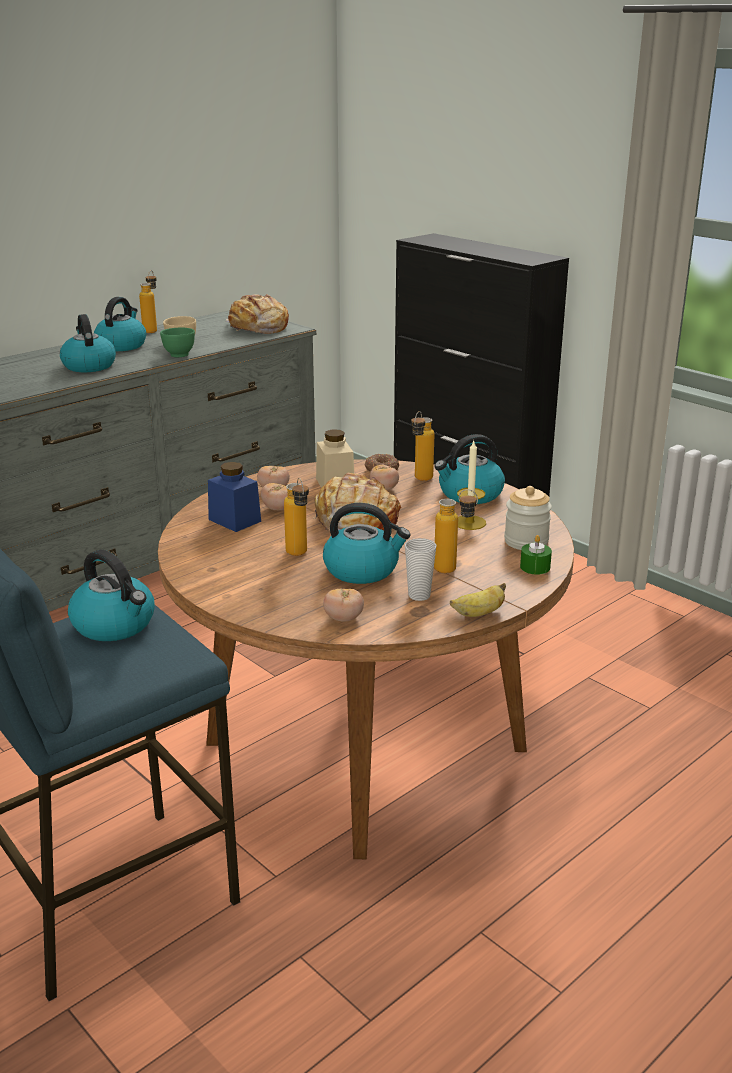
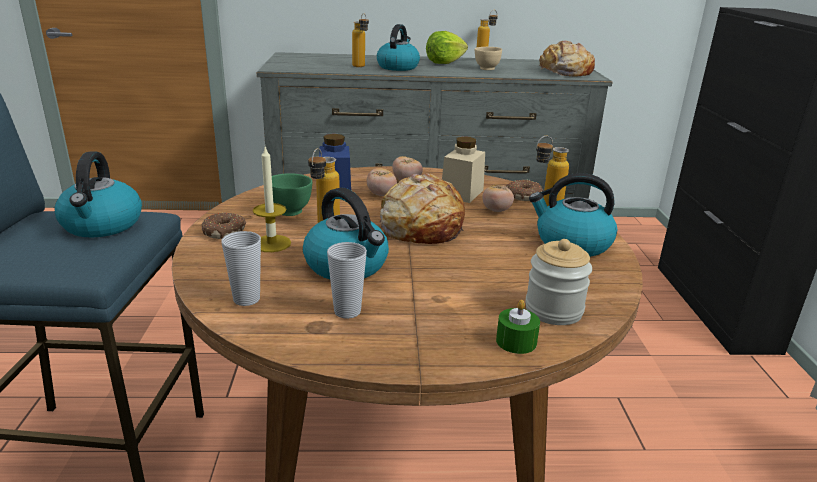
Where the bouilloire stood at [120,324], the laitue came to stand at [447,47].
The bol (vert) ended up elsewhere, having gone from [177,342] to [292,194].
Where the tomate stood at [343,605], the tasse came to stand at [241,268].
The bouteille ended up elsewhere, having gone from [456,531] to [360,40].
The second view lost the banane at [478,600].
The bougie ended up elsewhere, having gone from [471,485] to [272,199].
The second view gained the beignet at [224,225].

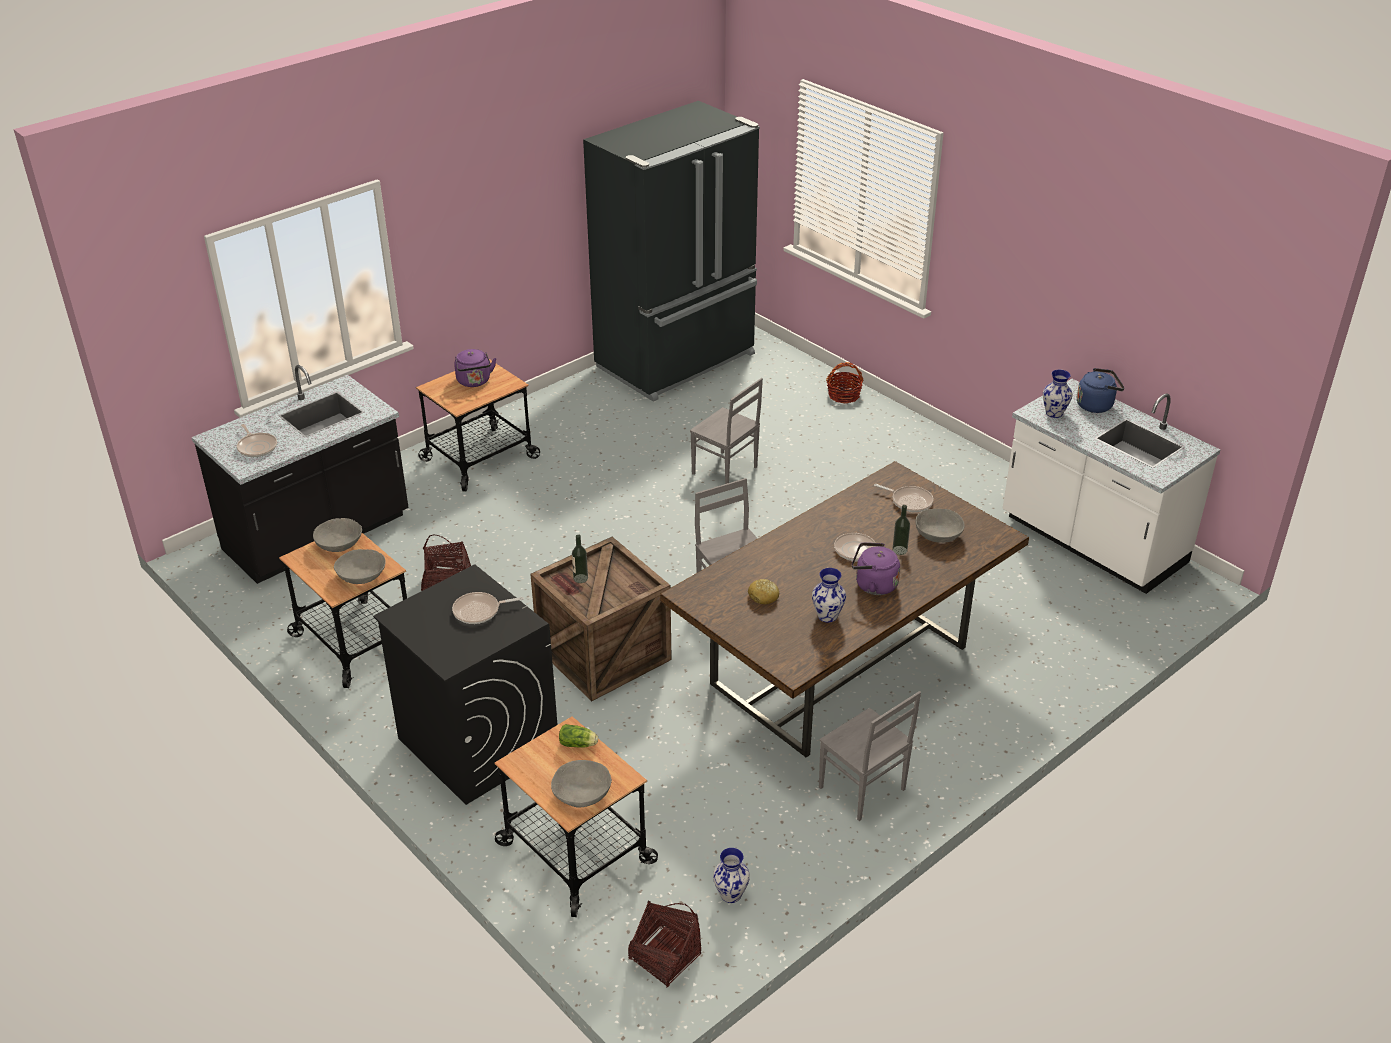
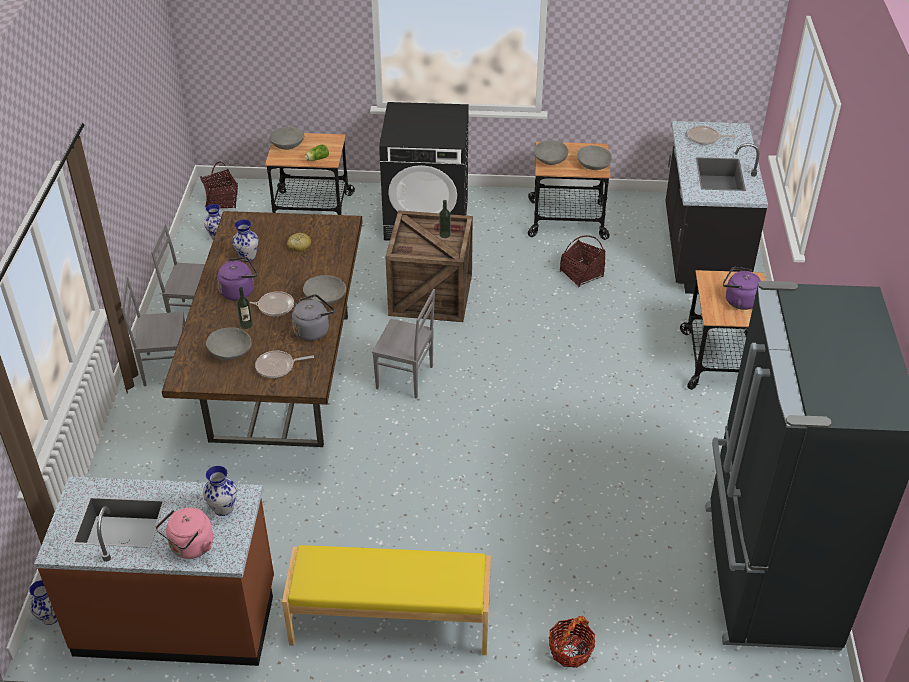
The second view lost the poêle at [488,608].
The chaise (gris) ended up elsewhere, having gone from [726,431] to [153,331].
What was the comptoir de cuisine (blanc) at [1111,486] turned into the comptoir de cuisine (marron) at [154,571].
What was the bouilloire (bleu) at [1100,390] turned into the bouilloire (rose) at [184,533].
The second view gained the vase at [43,602].
The second view gained the banc (jaune) at [386,600].
The second view gained the bouilloire (gris) at [313,317].
The second view gained the bol (gris) at [324,290].

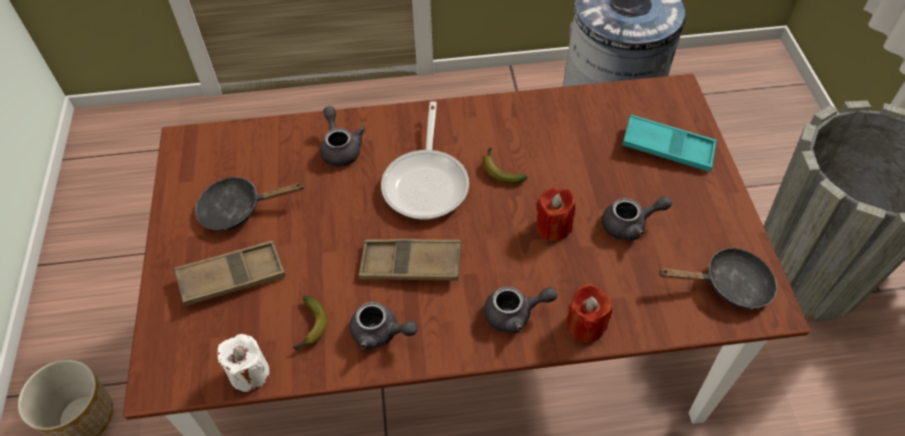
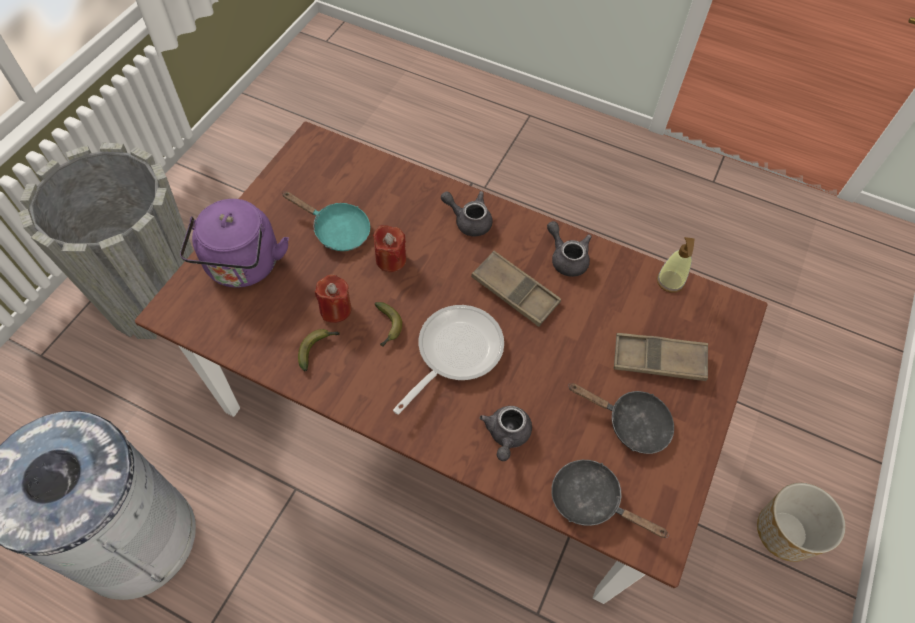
Where the bougie (blanc) stood at [243,363], the distributeur de savon came to stand at [675,265].
The banane ended up elsewhere, having gone from [310,323] to [319,350].
The bougie (rouge) ended up elsewhere, having gone from [589,313] to [333,299].
Where the théière (gris) stood at [637,218], the poêle (turquoise) came to stand at [326,221].
Where the plateau (turquoise) stood at [669,143], the bouilloire (violet) came to stand at [234,243].
The poêle (noir) ended up elsewhere, having gone from [717,278] to [610,499].

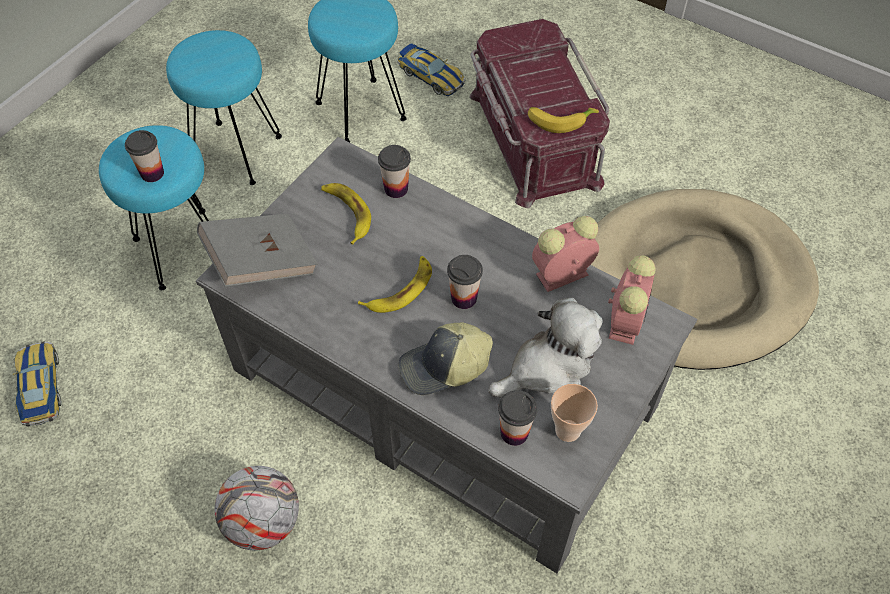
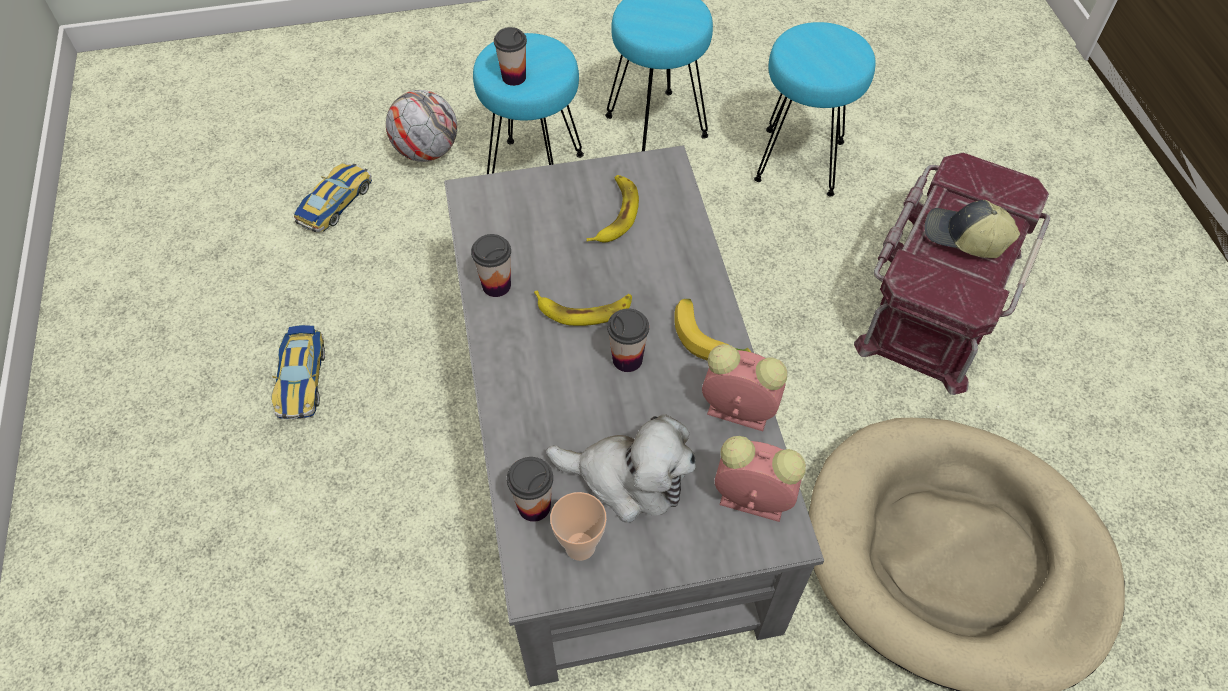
The second view lost the livre (gris) at [257,250].
The ballon de foot ended up elsewhere, having gone from [257,508] to [421,126].
The tasse ended up elsewhere, having gone from [394,171] to [491,265].
The petite voiture ended up elsewhere, having gone from [431,69] to [298,372].
The casquette ended up elsewhere, having gone from [446,358] to [972,229].
The banane ended up elsewhere, having gone from [563,120] to [712,330].
The réveil at [631,300] ended up facing another way, 135 degrees counterclockwise from before.

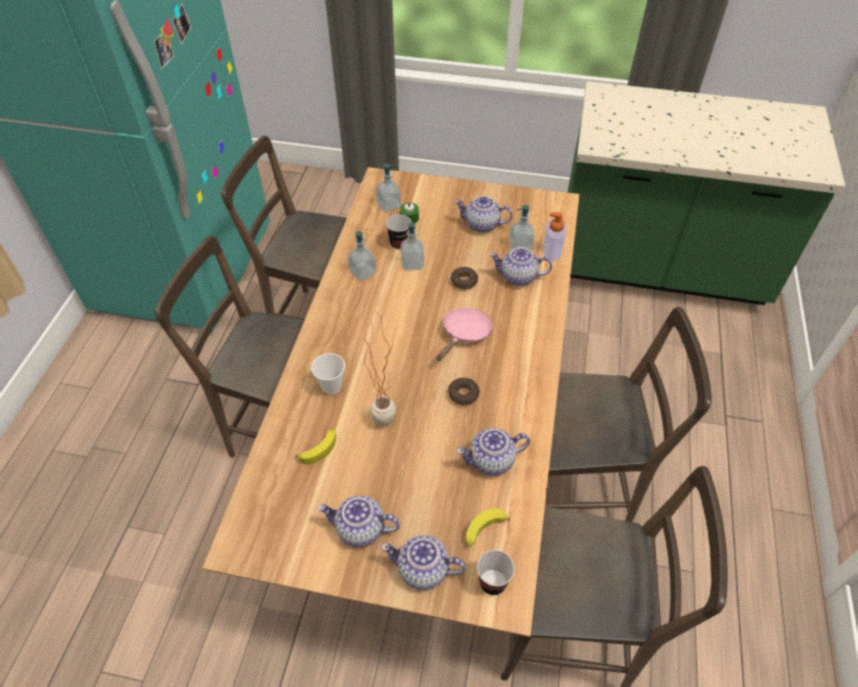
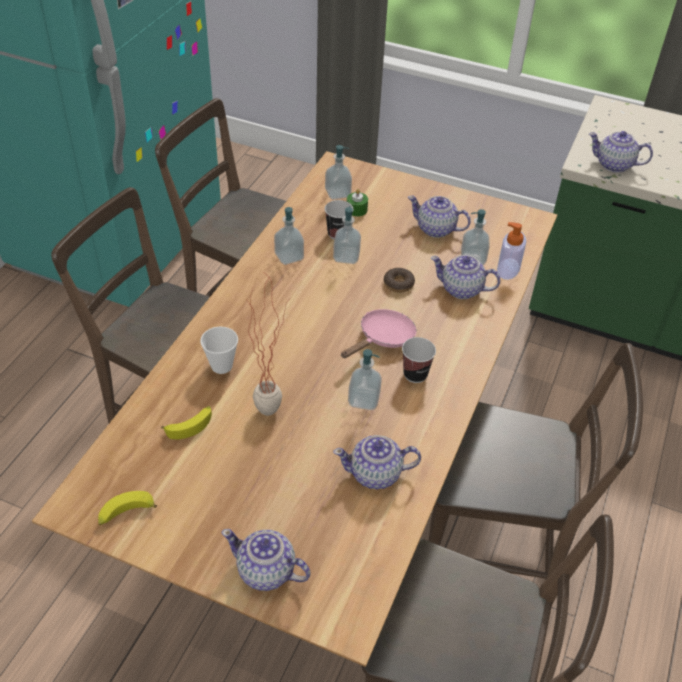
The théière ended up elsewhere, having gone from [358,521] to [621,152].
Where the beignet stood at [463,391], the distributeur de savon came to stand at [365,379].
The banane ended up elsewhere, having gone from [488,527] to [127,508].
The tasse ended up elsewhere, having gone from [495,572] to [419,360].

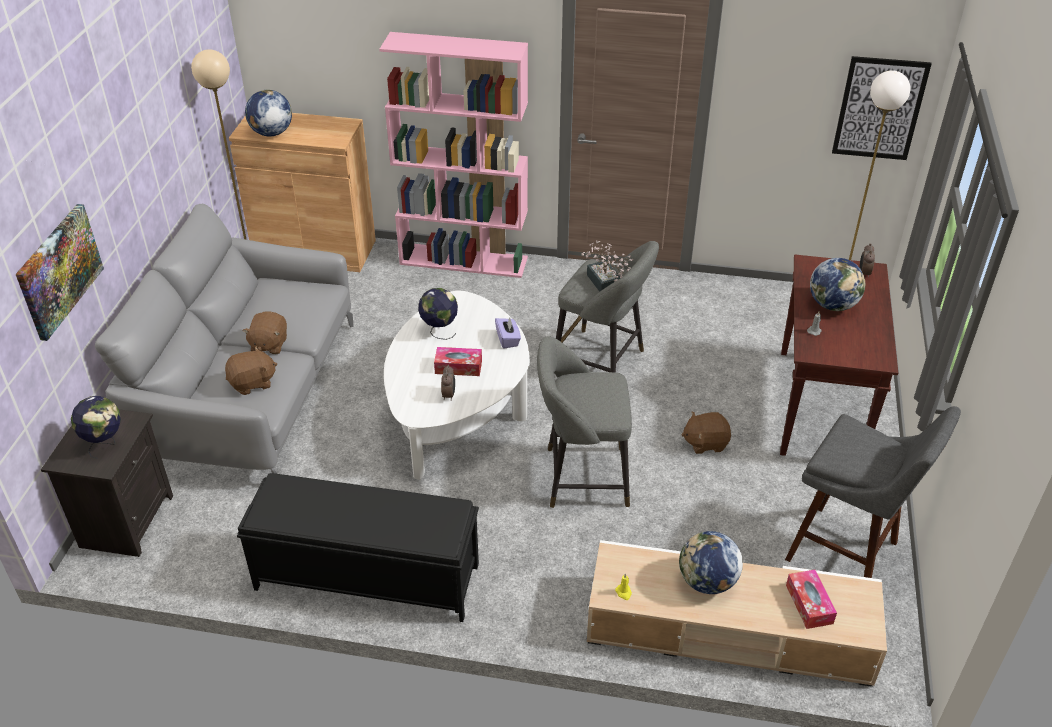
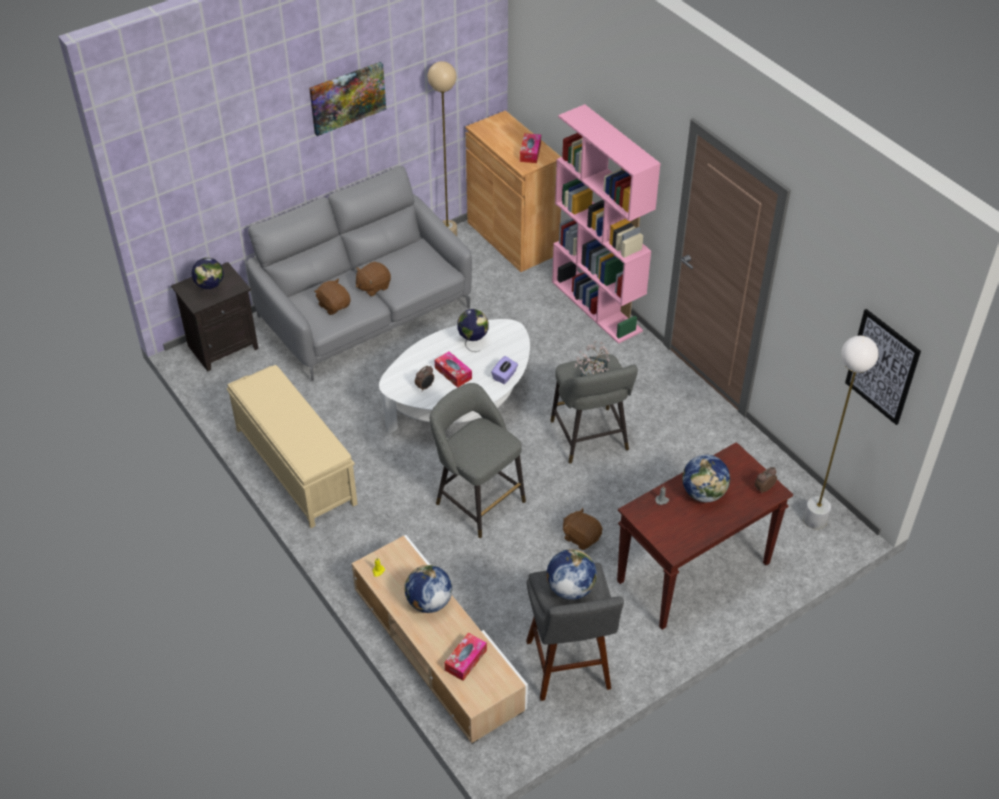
The tableau ended up elsewhere, having gone from [60,272] to [347,99].
The peluche (marron) at [251,370] ended up facing another way, 150 degrees counterclockwise from before.
What was the banc (noir) at [358,547] turned into the banc (beige) at [292,446].
The globe ended up elsewhere, having gone from [268,113] to [571,574].
The second view gained the boîte à mouchoirs at [530,148].

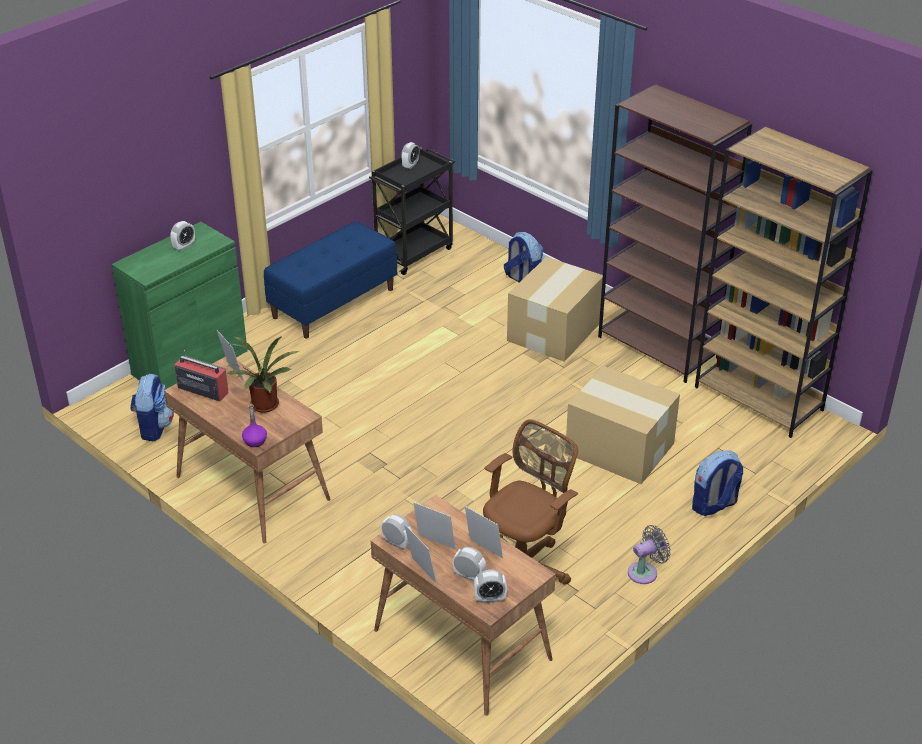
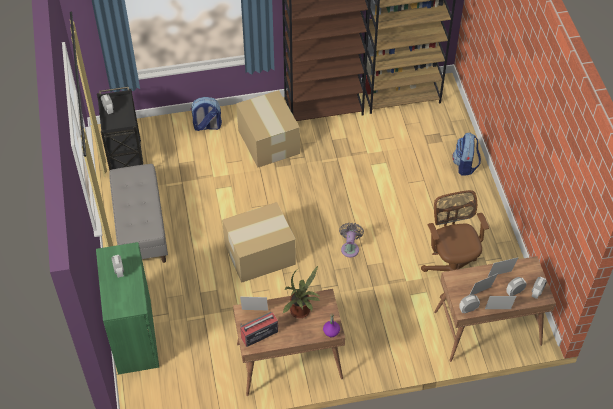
The second view lost the sac à dos at [152,407].
What was the banc (bleu) at [330,280] turned into the banc (gris) at [138,213].
The carton ended up elsewhere, having gone from [622,425] to [259,242].
The ventilateur (gris) ended up elsewhere, having gone from [649,554] to [351,240].

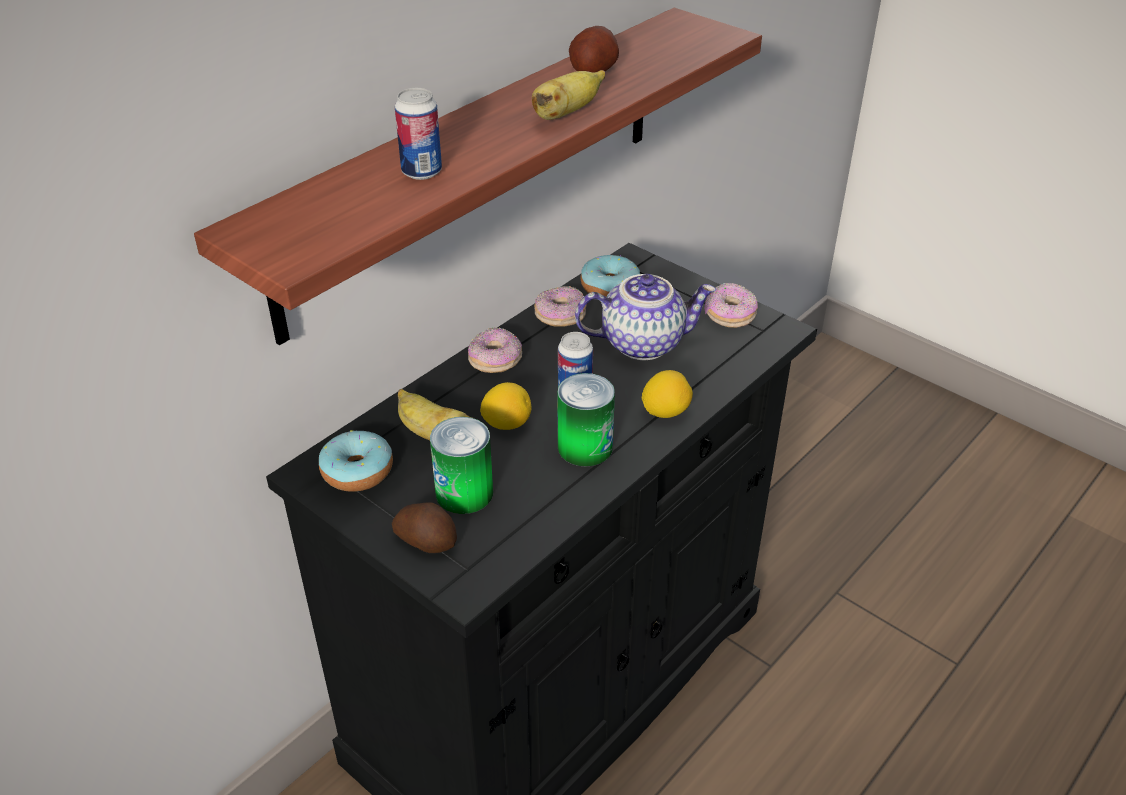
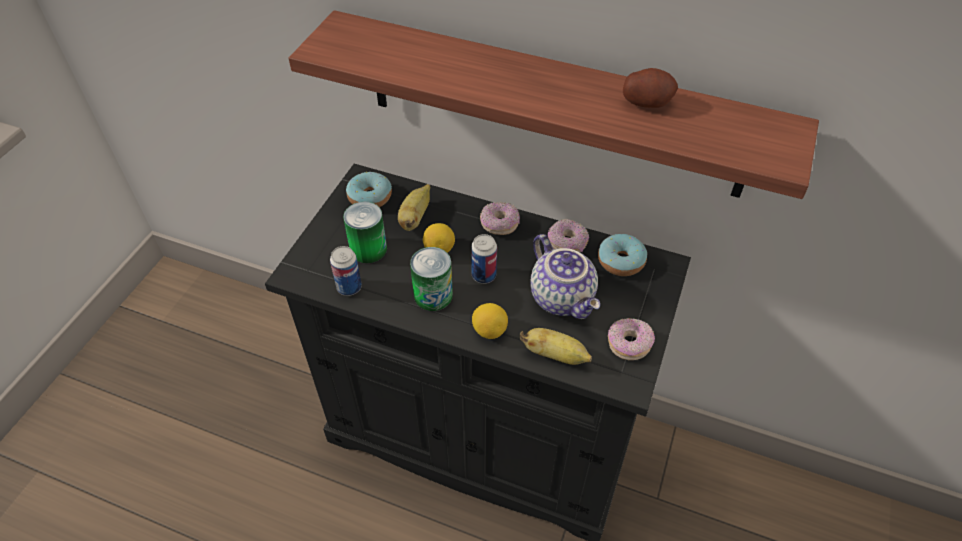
The second view lost the pomme de terre at [424,528].
The boîte métallique ended up elsewhere, having gone from [418,134] to [346,271].
The banane ended up elsewhere, having gone from [568,95] to [556,346].

